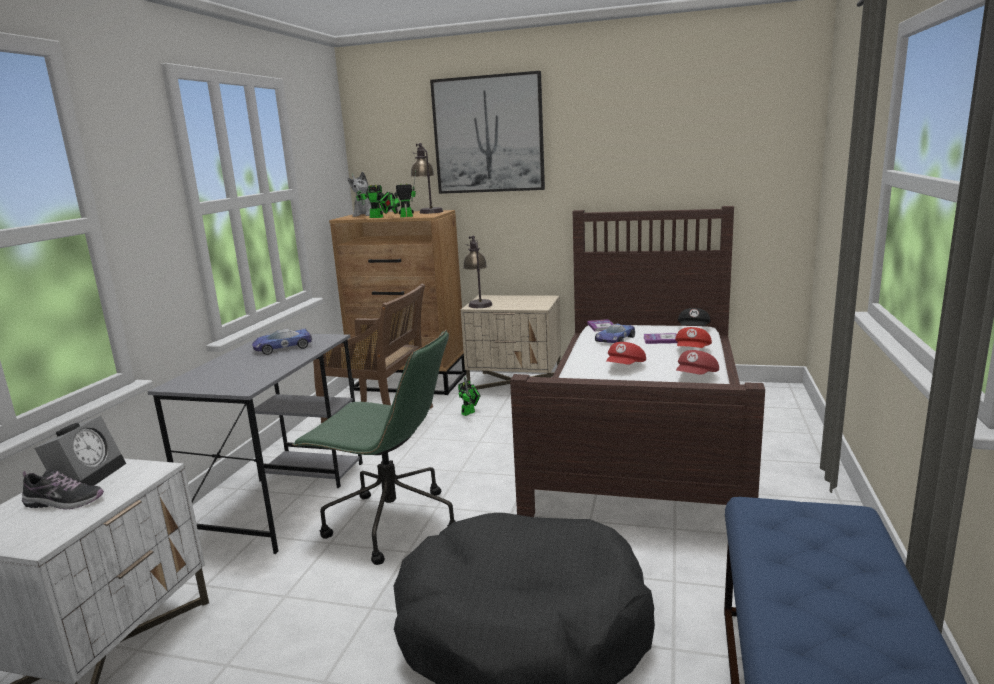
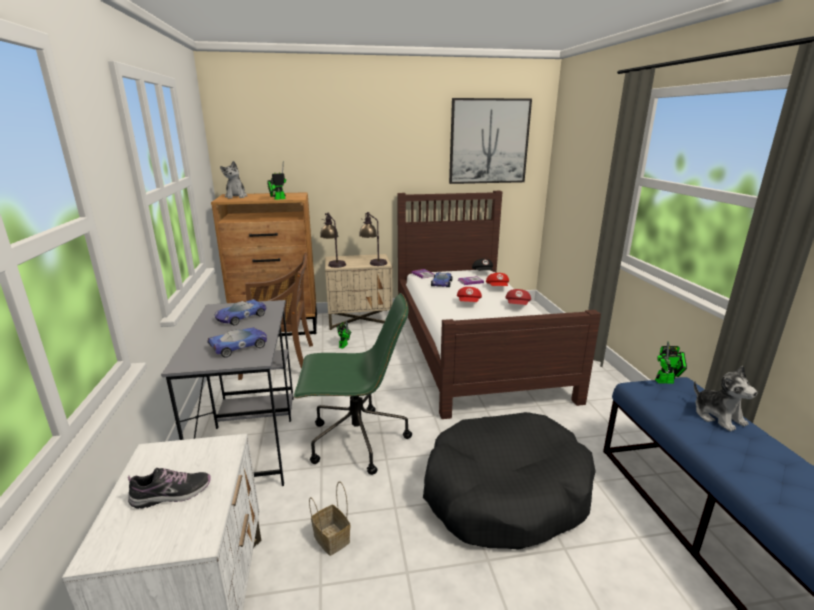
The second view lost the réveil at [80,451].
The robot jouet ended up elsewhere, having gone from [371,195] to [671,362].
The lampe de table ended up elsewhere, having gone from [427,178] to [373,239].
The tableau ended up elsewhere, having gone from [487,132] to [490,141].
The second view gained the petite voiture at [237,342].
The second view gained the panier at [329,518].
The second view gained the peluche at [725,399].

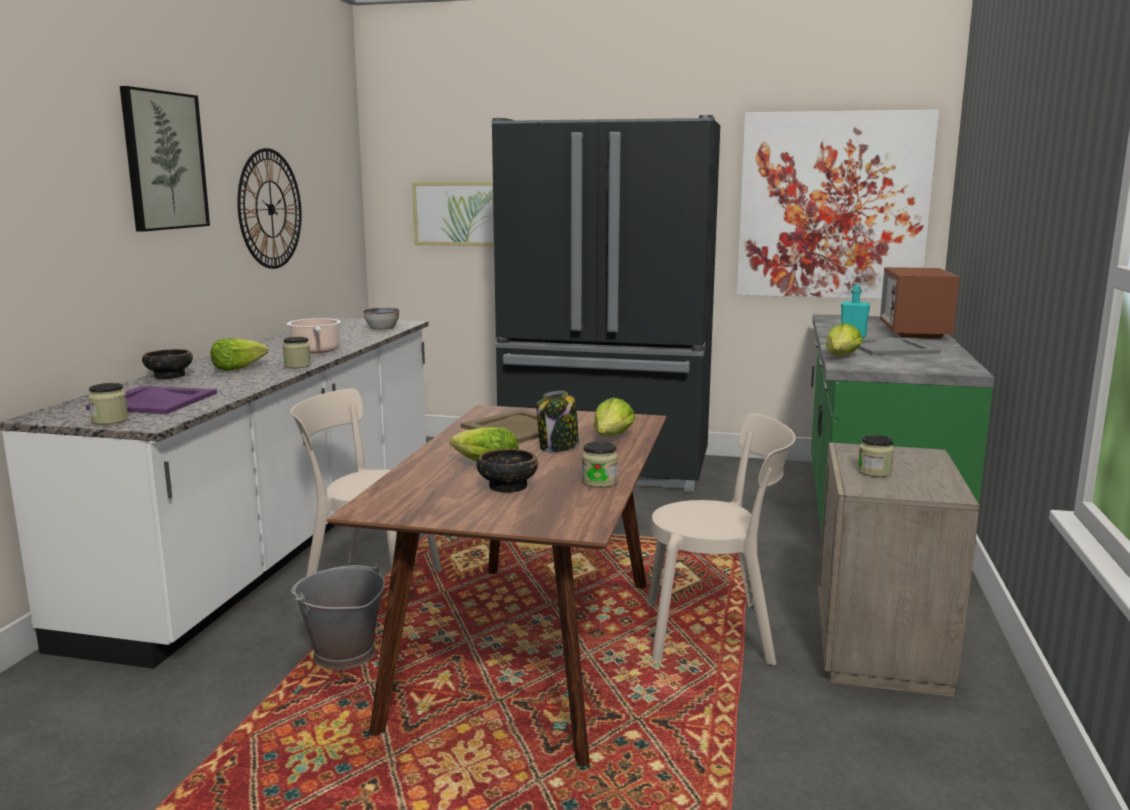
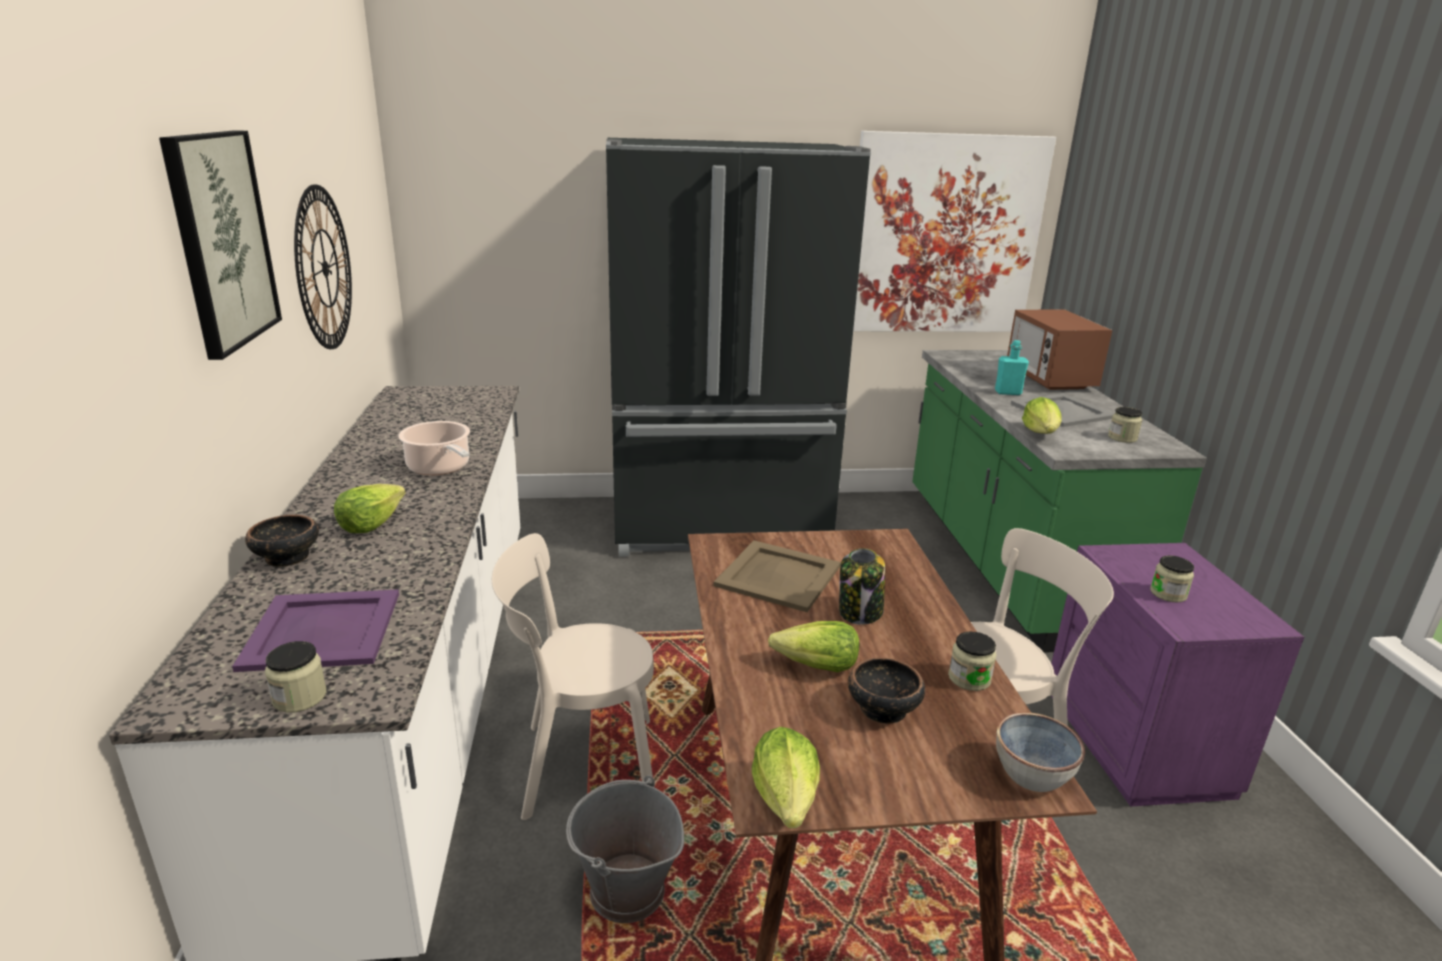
The bocal ended up elsewhere, having gone from [297,352] to [1125,425].
The bol ended up elsewhere, having gone from [381,319] to [1040,752].
The second view lost the tableau at [453,214].
The laitue ended up elsewhere, having gone from [614,416] to [786,777].
What was the table de chevet (beige) at [898,569] turned into the table de chevet (violet) at [1177,675].

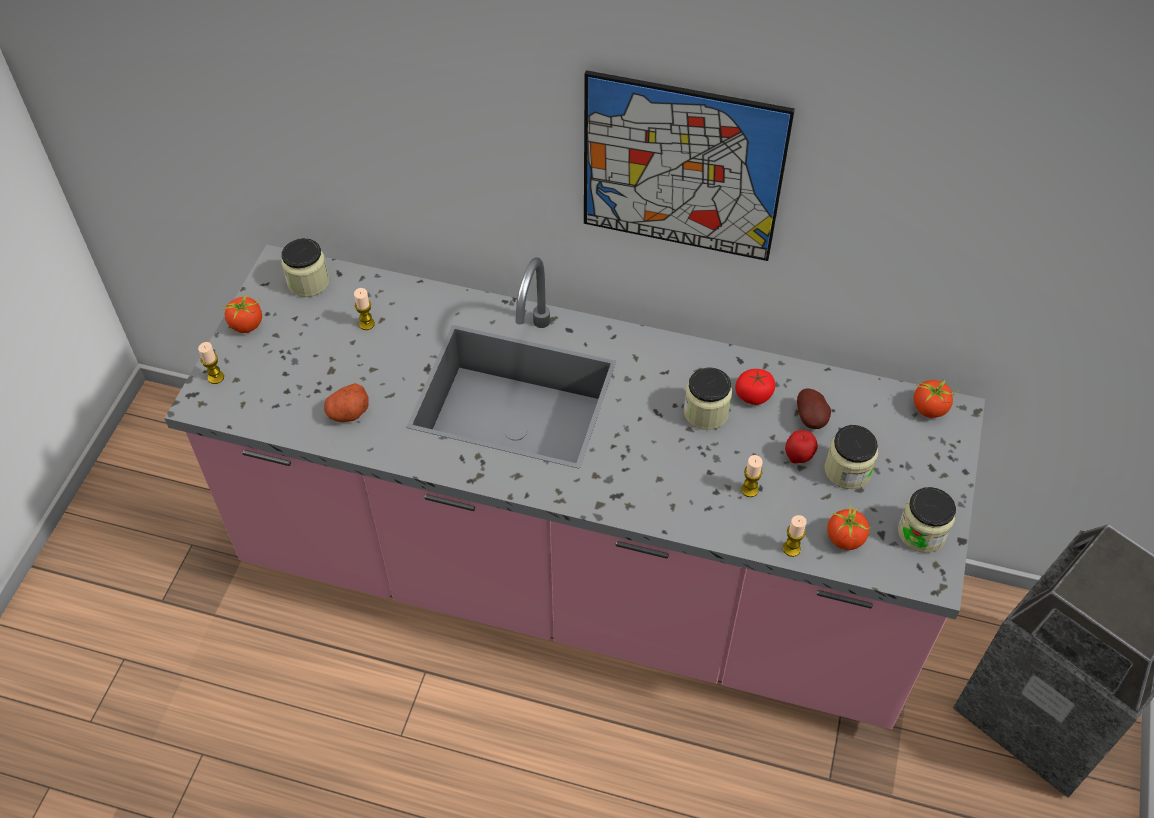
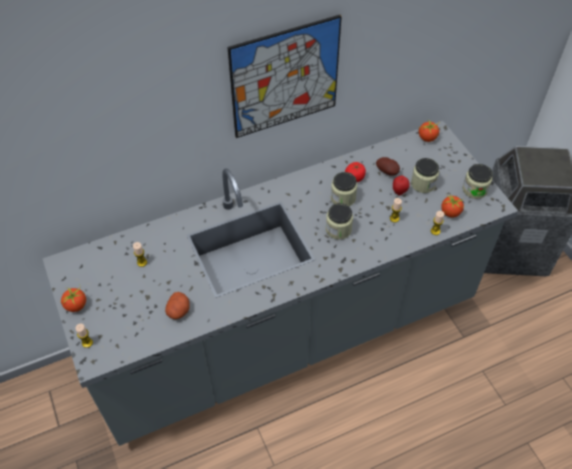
What was the comptoir de cuisine (rose) at [574,486] turned into the comptoir de cuisine (gris) at [280,283].
The bocal ended up elsewhere, having gone from [305,267] to [339,221].

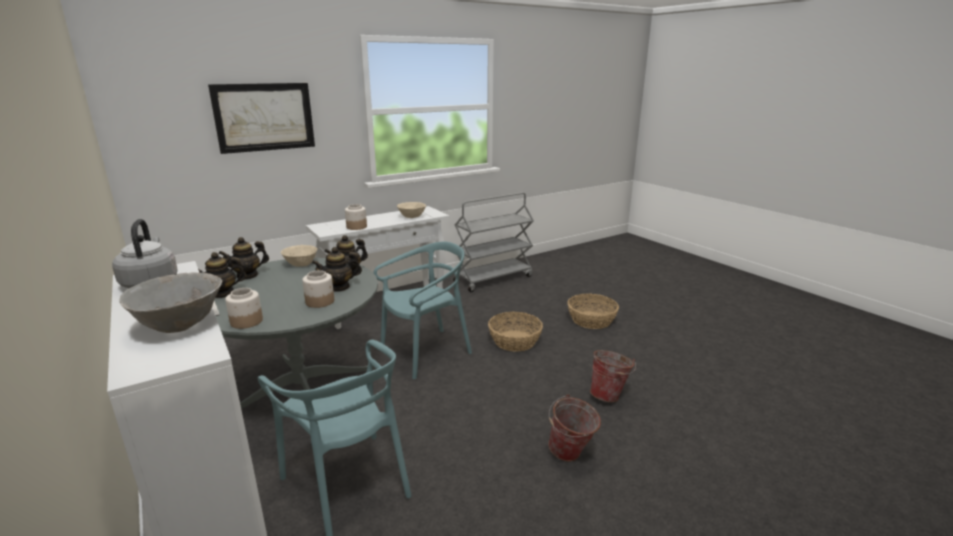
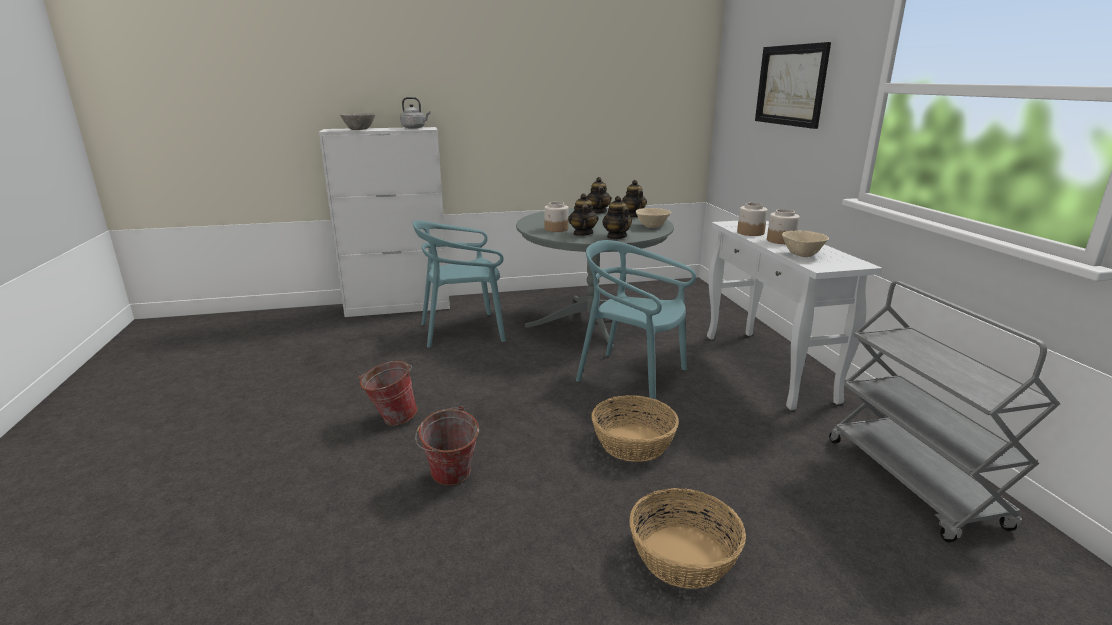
The bocal ended up elsewhere, having gone from [244,308] to [783,226].
The chaise (turquoise) at [422,310] ended up facing another way, 135 degrees clockwise from before.

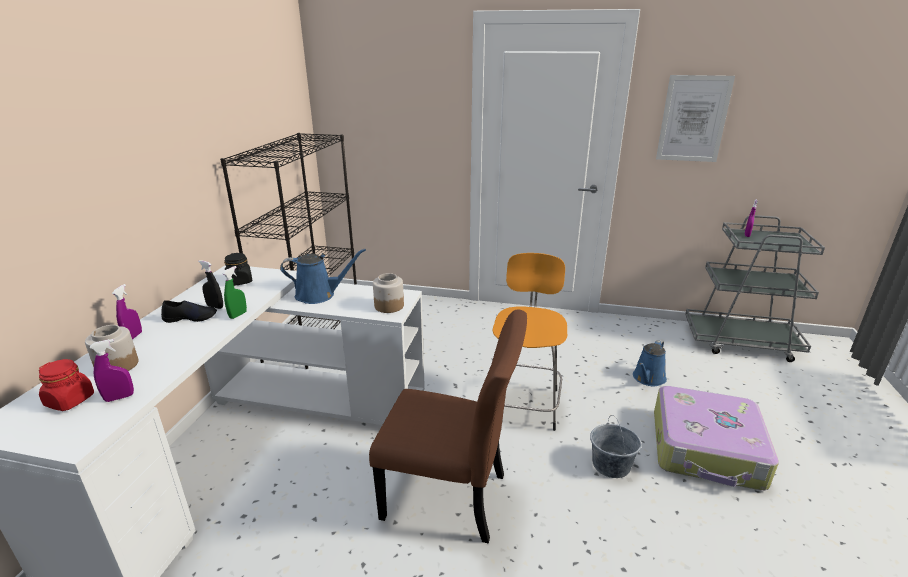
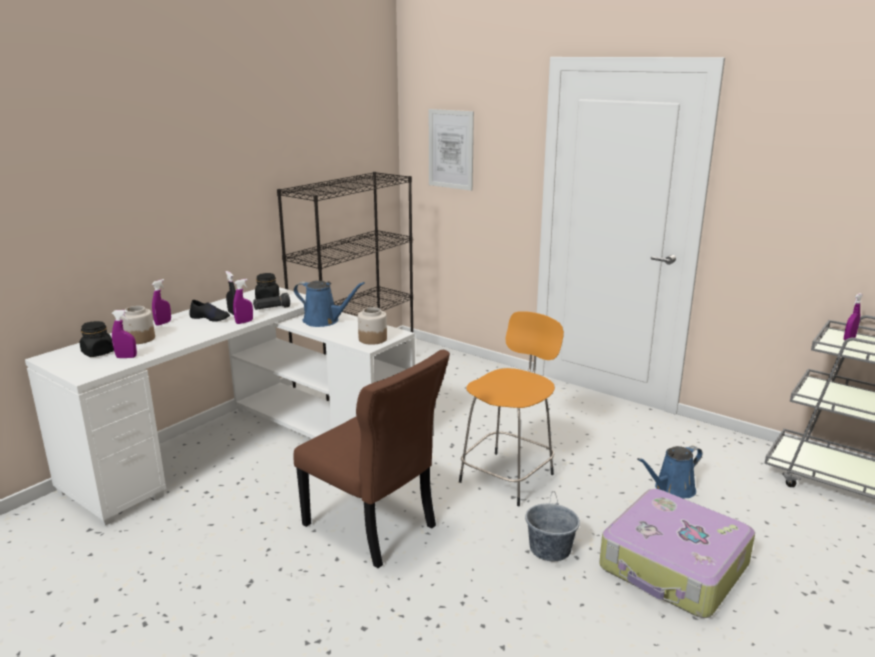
What was the bocal (rouge) at [66,385] turned into the bocal (noir) at [97,339].
What was the vaporisateur (vert) at [234,292] turned into the vaporisateur (violet) at [243,301].
The tableau ended up elsewhere, having gone from [695,118] to [451,150].
The second view gained the lampe de poche (noir) at [271,301].

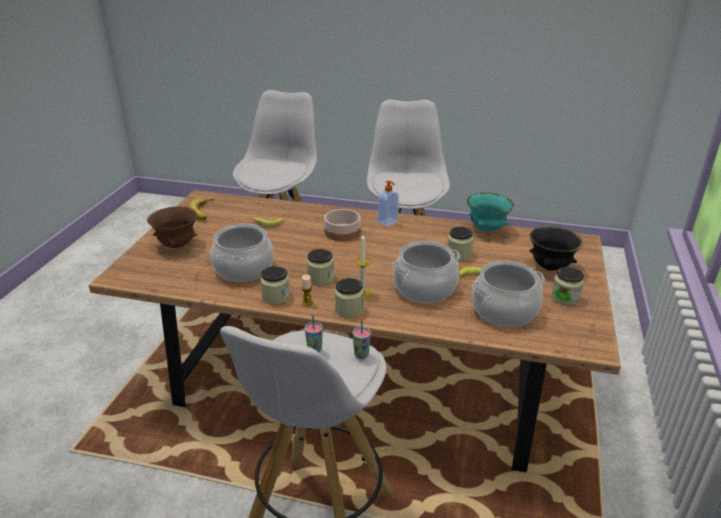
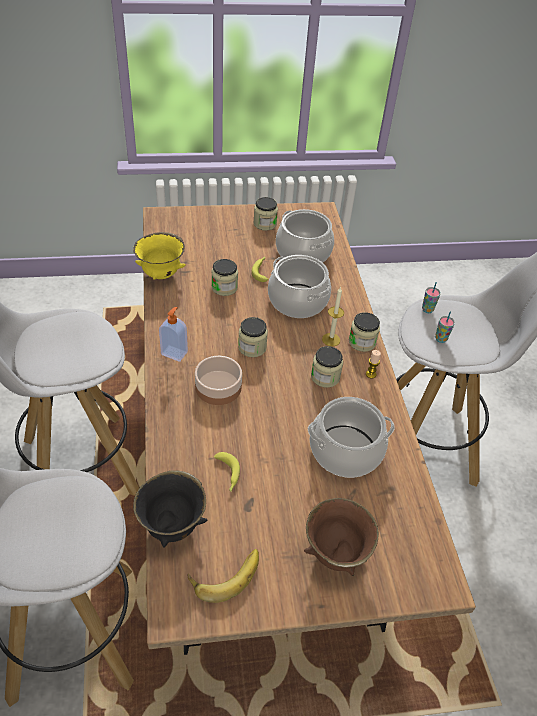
The bocal ended up elsewhere, having gone from [275,285] to [253,337].
What was the bol (turquoise) at [490,212] turned into the bol (jaune) at [159,256].
The bol (noir) ended up elsewhere, having gone from [556,248] to [170,508].

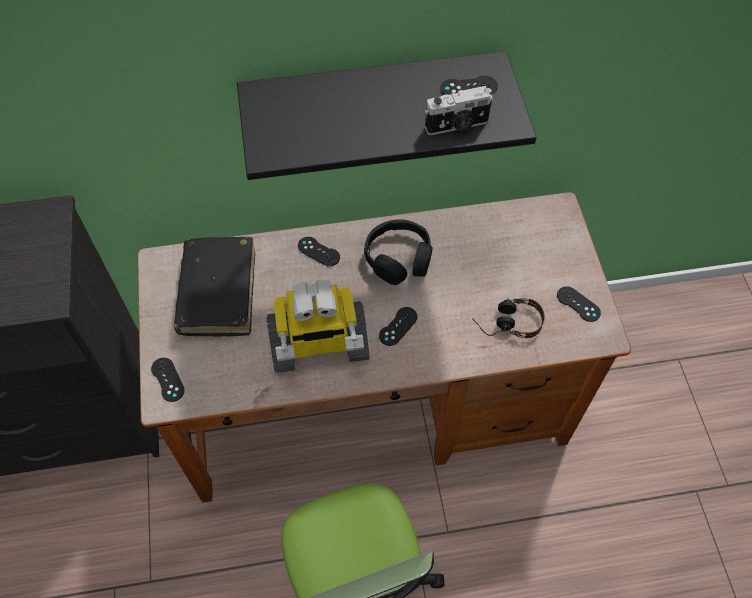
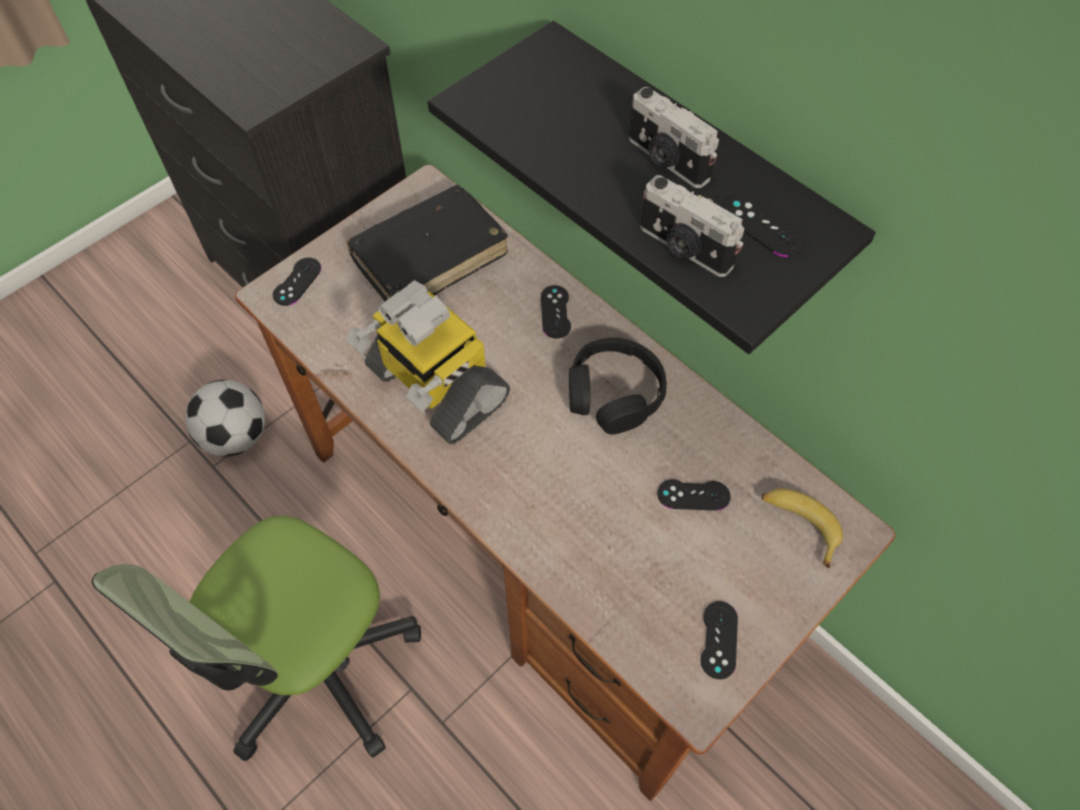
The manette (noir) ended up elsewhere, having gone from [398,326] to [694,495].
The second view lost the casque audio at [508,318].
The second view gained the ballon de foot at [225,418].
The second view gained the appareil photo at [674,137].
The second view gained the banane at [802,528].

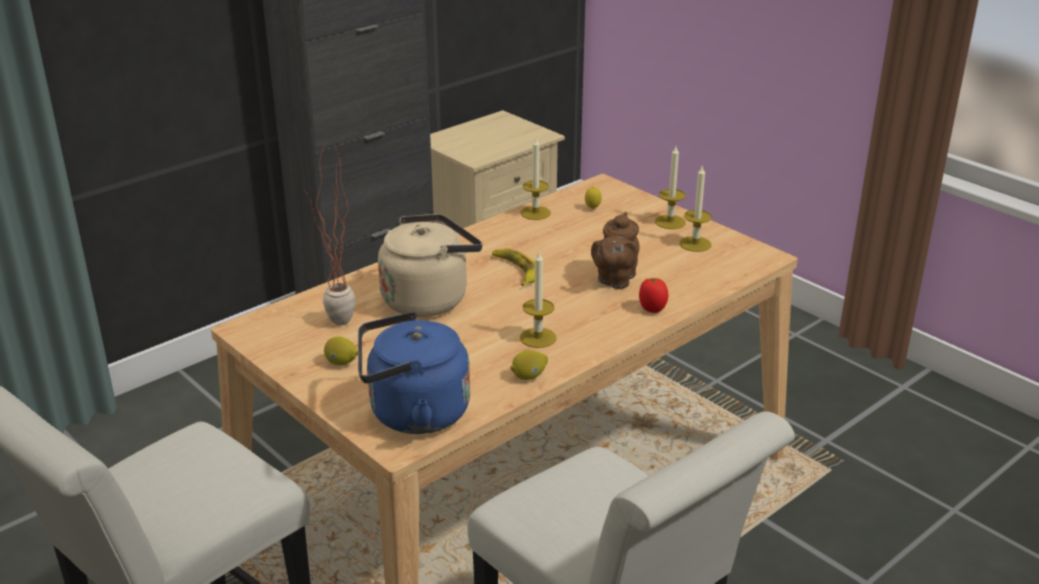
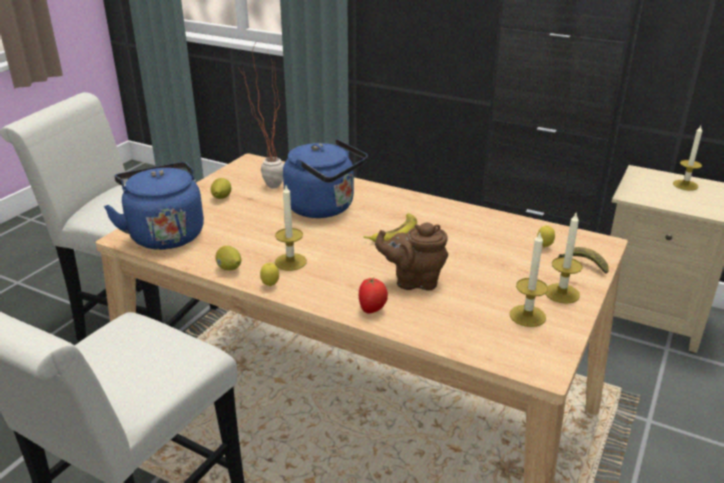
What was the bouilloire (beige) at [430,265] turned into the bouilloire (bleu) at [325,178].
The bougie ended up elsewhere, having gone from [536,179] to [687,158].
The second view gained the citron at [269,274].
The second view gained the banane at [583,260].

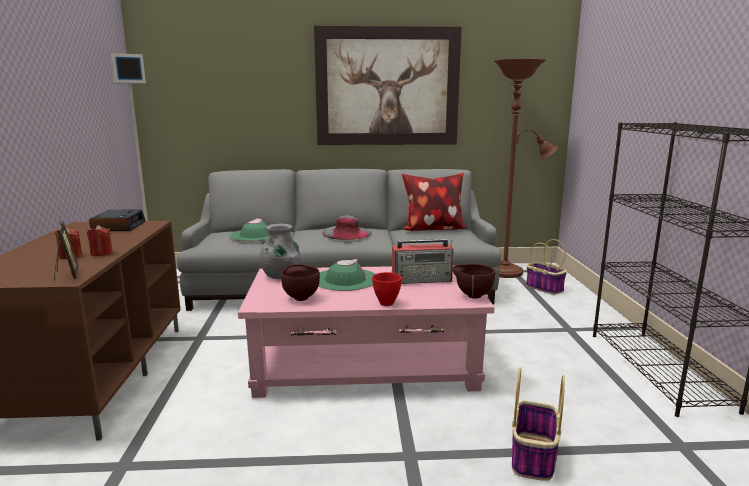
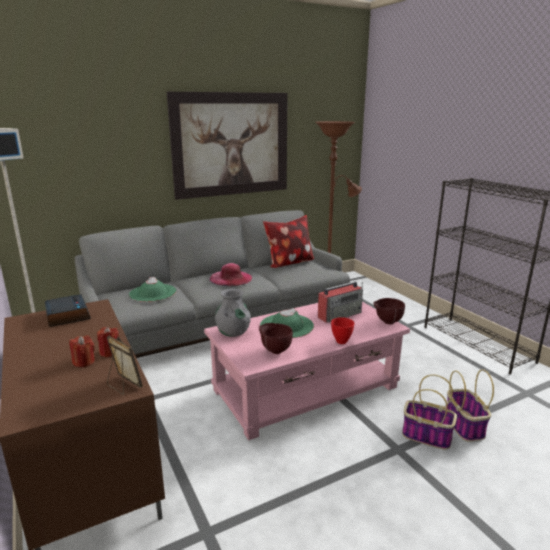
What was the chapeau (gris) at [347,227] turned into the chapeau (rose) at [230,274].
The panier ended up elsewhere, having gone from [546,267] to [429,412].

